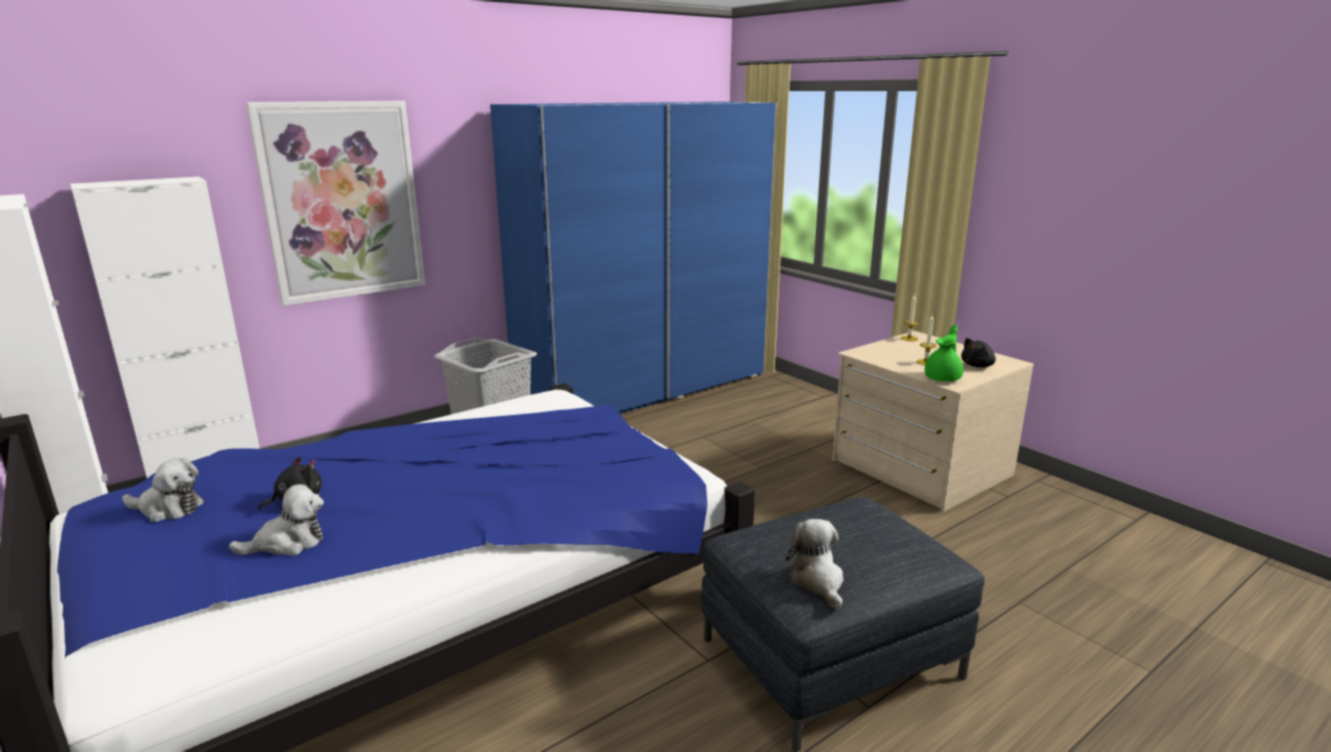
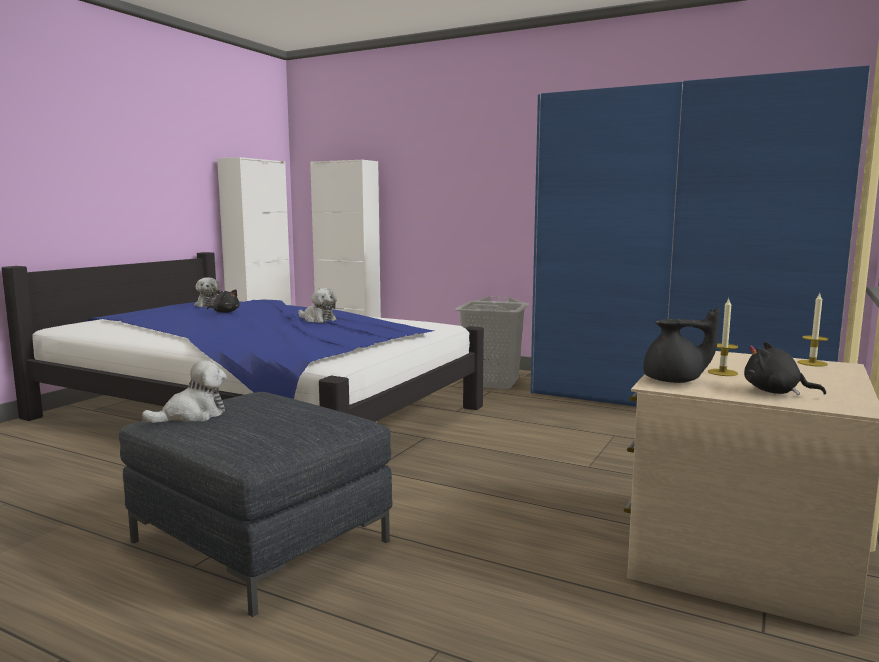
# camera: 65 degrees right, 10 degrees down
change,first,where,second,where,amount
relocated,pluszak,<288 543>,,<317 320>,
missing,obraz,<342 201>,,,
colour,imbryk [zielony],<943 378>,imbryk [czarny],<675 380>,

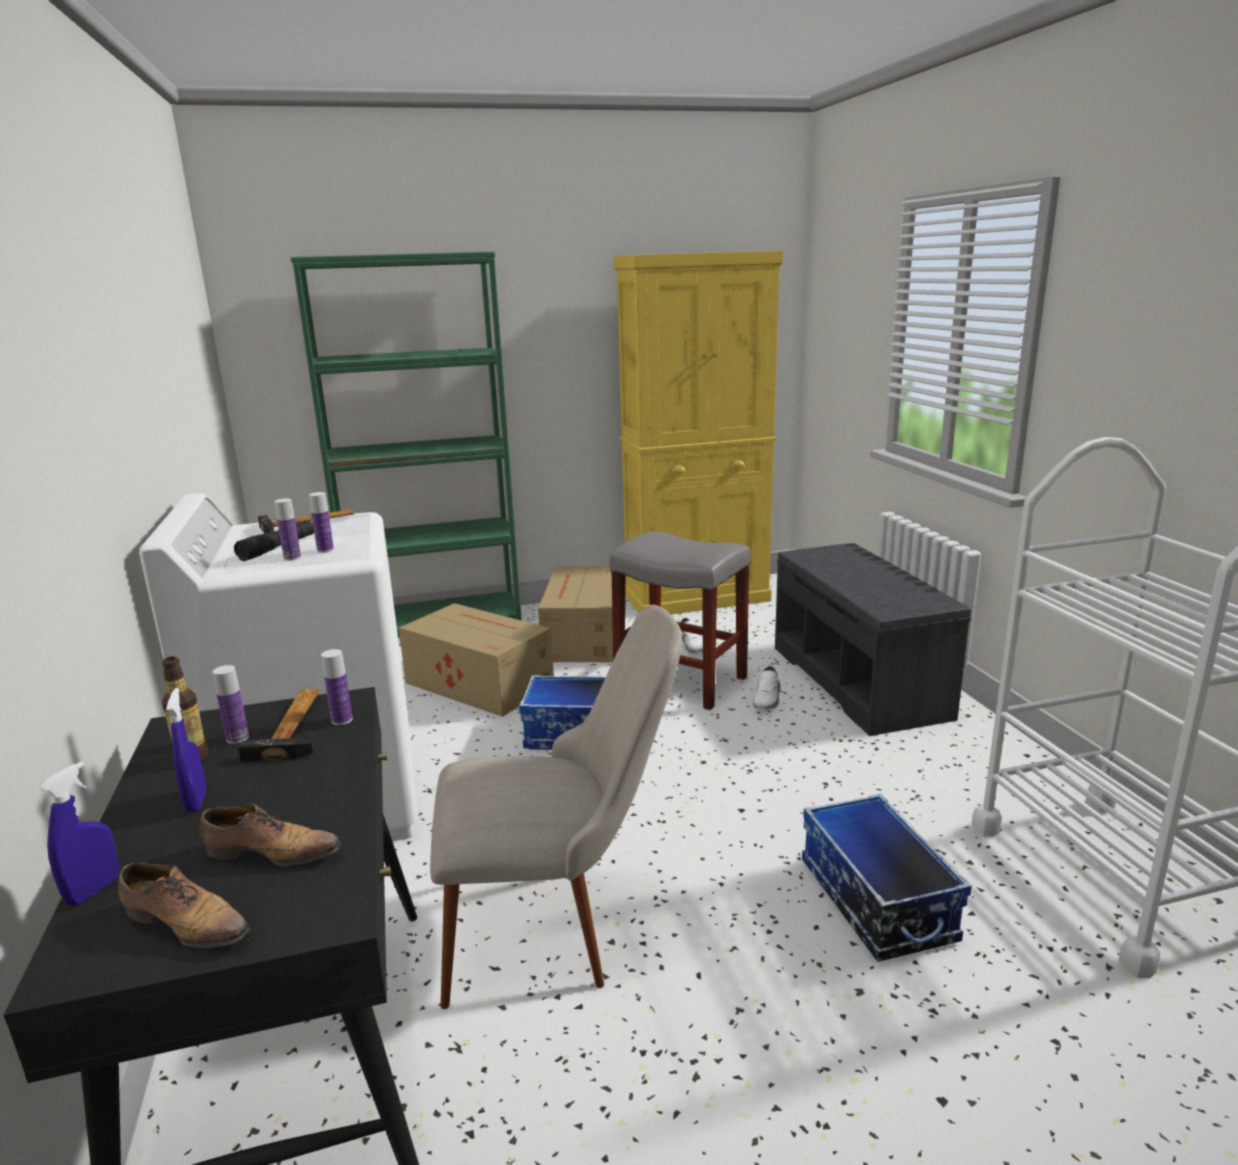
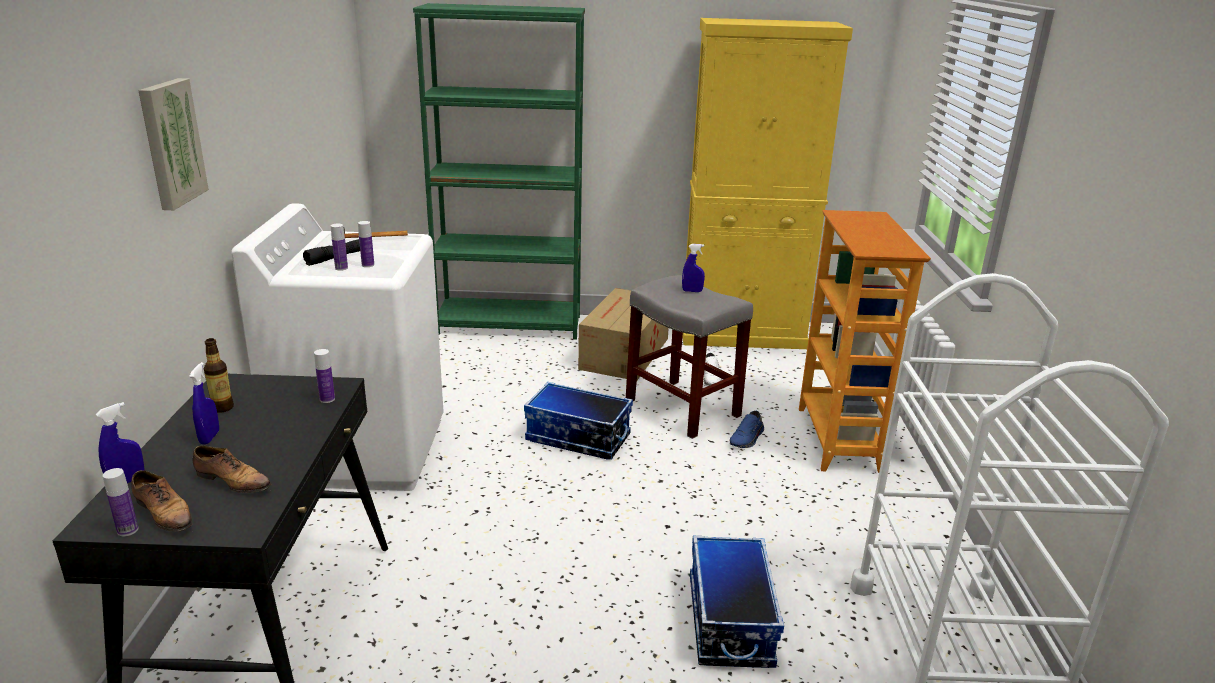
# camera: 15 degrees right, 5 degrees up
change,first,where,second,where,amount
relocated,butelka,<237 738>,,<128 530>,
missing,młotek,<296 727>,,,
missing,karton,<478 683>,,,
missing,krzesło [beżowy],<558 925>,,,
colour,but [biały],<768 699>,but [niebieski],<747 439>,
exchanged,ławka [szary],<860 681>,regał,<839 439>,
appeared,,,obraz,<170 143>,
appeared,,,spryskiwacz [niebieski],<692 291>,

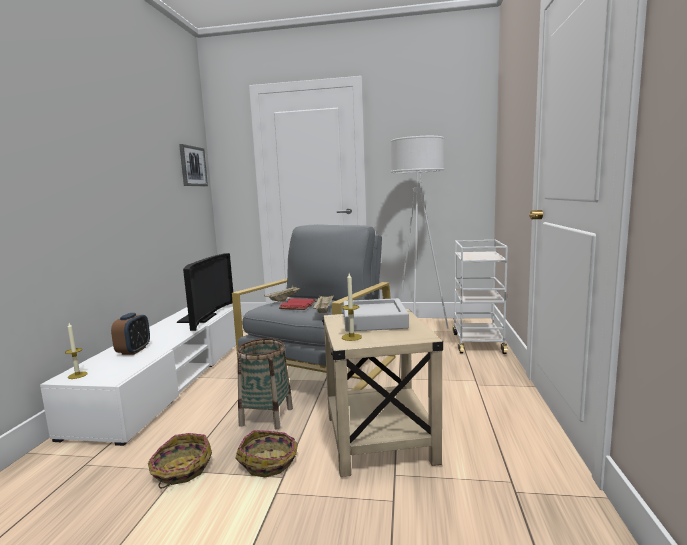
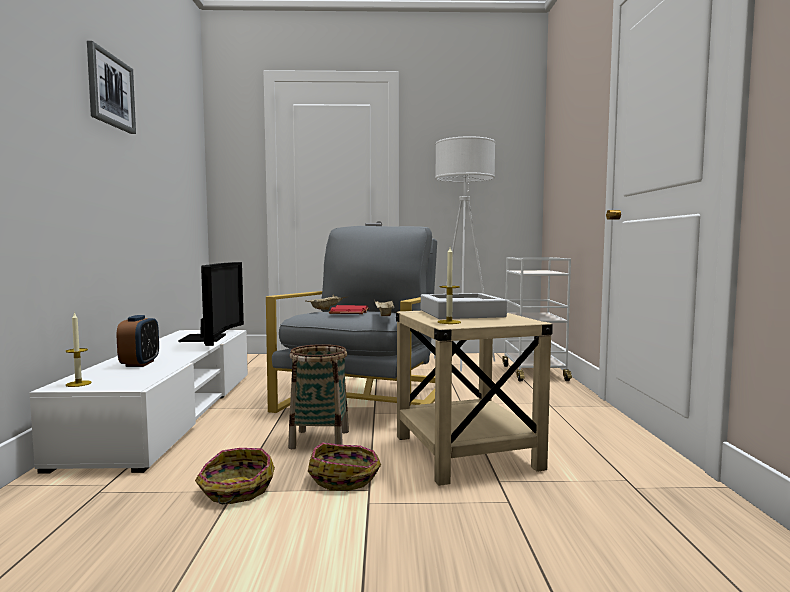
# camera: 10 degrees left, 5 degrees down
change,first,where,second,where,amount
relocated,obraz,<193 166>,,<110 91>,

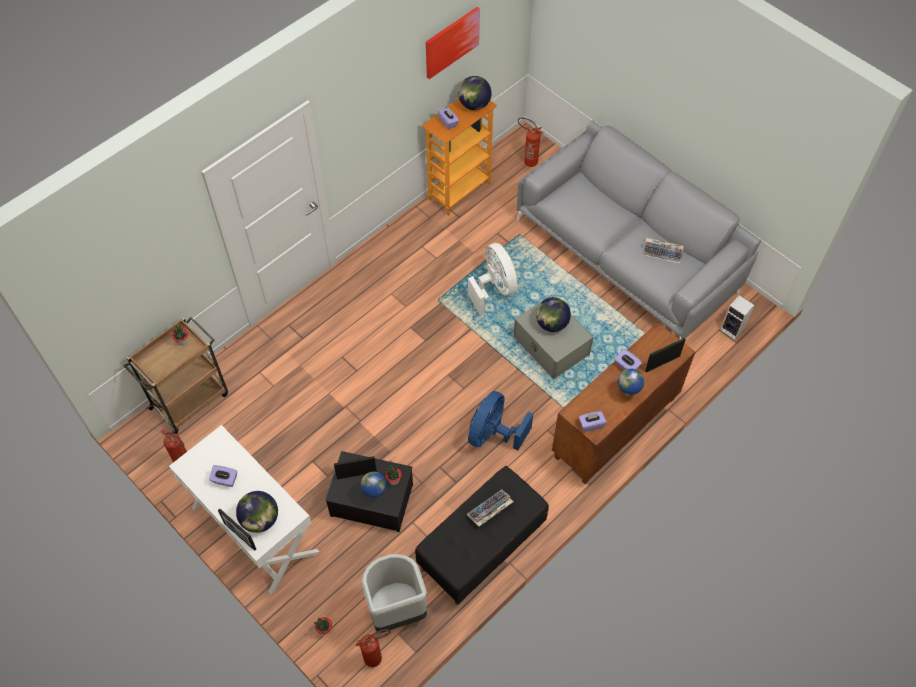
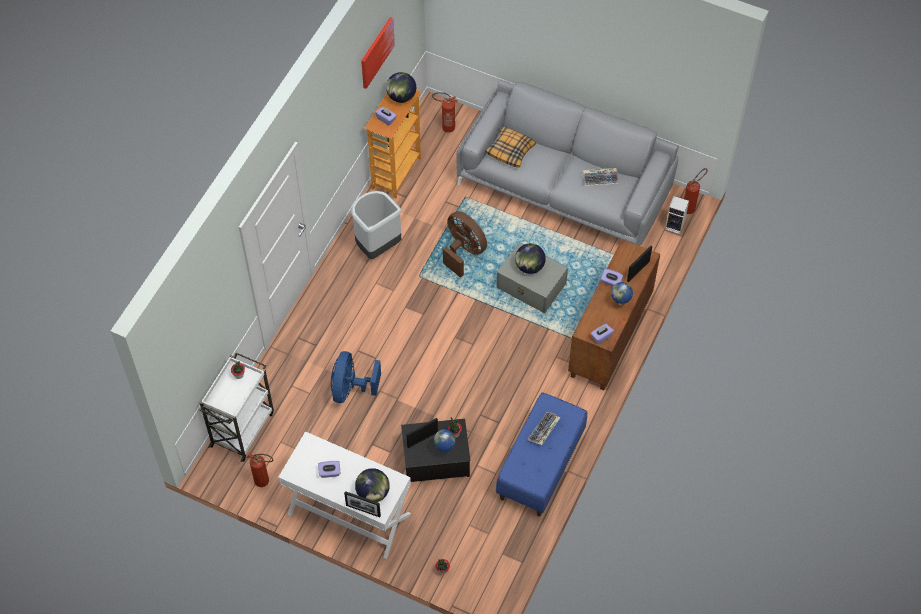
# camera: 20 degrees left, 0 degrees up
change,first,where,second,where,amount
colour,wózek [brązowy],<190 400>,wózek [biały],<243 428>,
relocated,gaśnica,<377 657>,,<691 207>,
relocated,kosz na śmieci [szary],<396 610>,,<377 246>,
colour,ławka [czarny],<481 547>,ławka [niebieski],<541 466>,
colour,wentylator [biały],<494 289>,wentylator [brązowy],<463 251>,
relocated,wentylator [niebieski],<493 434>,,<351 389>,
appeared,,,poduszka,<510 150>,

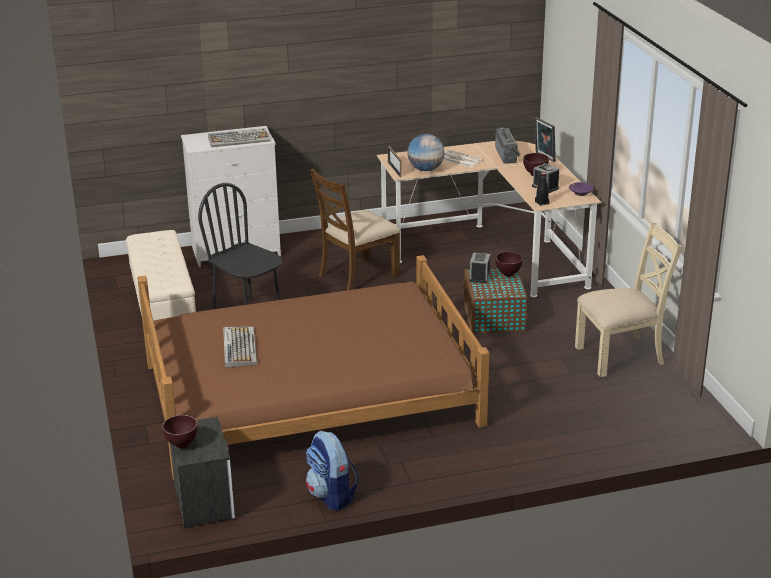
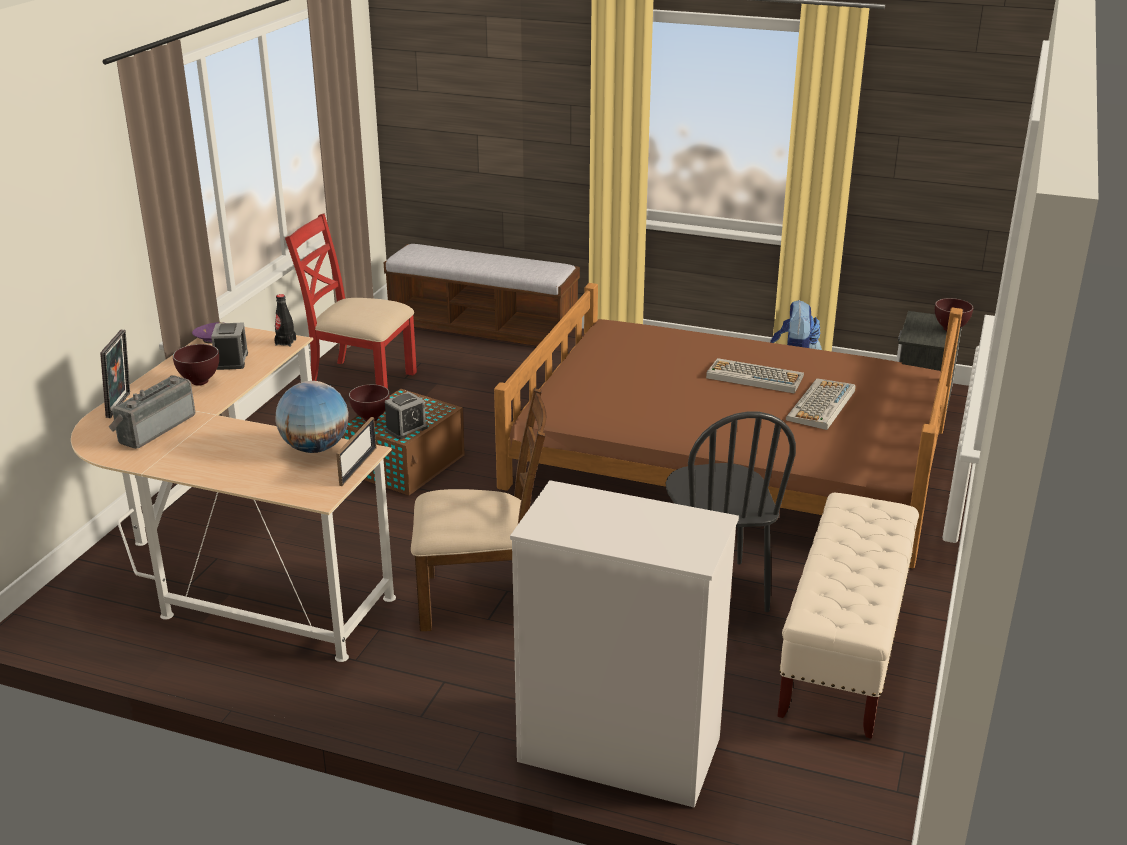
# camera: 145 degrees left, 0 degrees up
change,first,where,second,where,amount
relocated,klawiatura,<239 139>,,<753 377>,
missing,gazeta,<459 159>,,,
colour,krzesło [beżowy],<620 355>,krzesło [czerwony],<360 381>,
appeared,,,ławka,<483 327>,

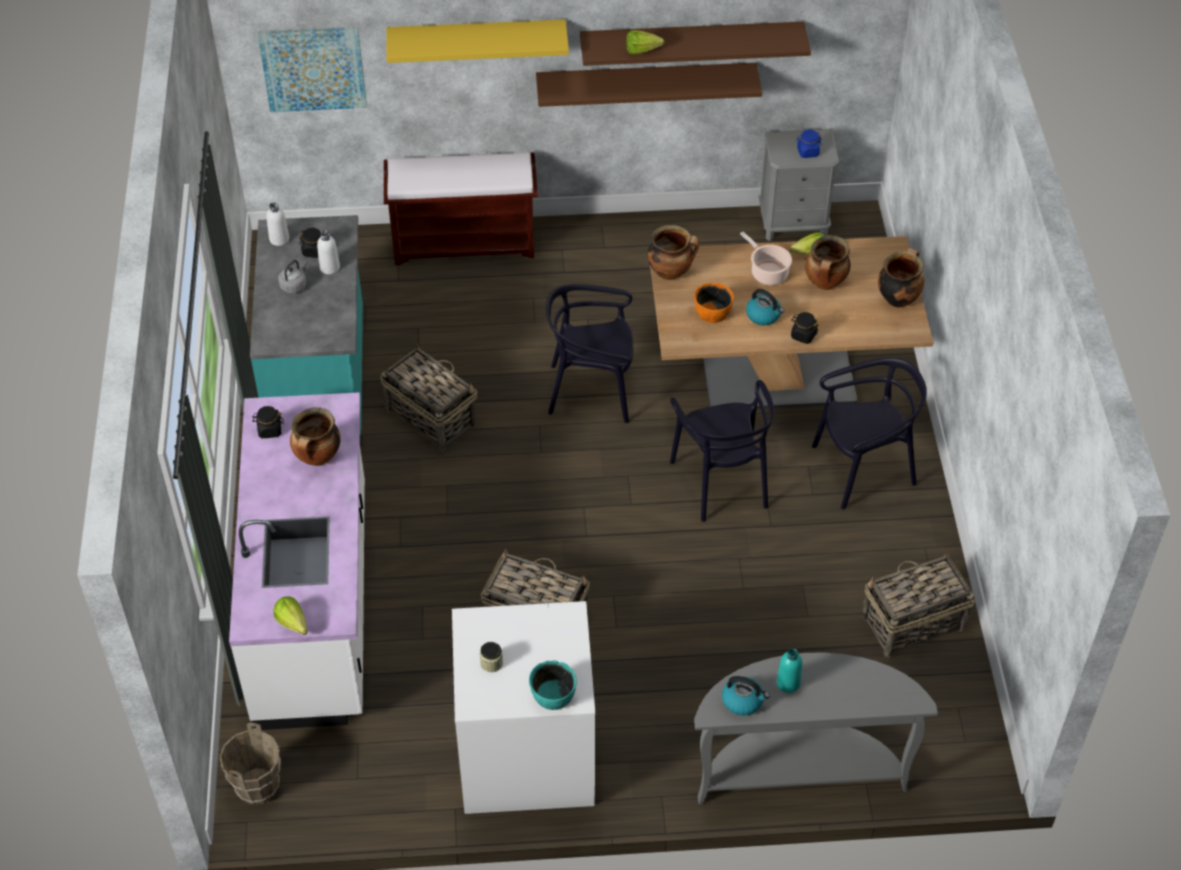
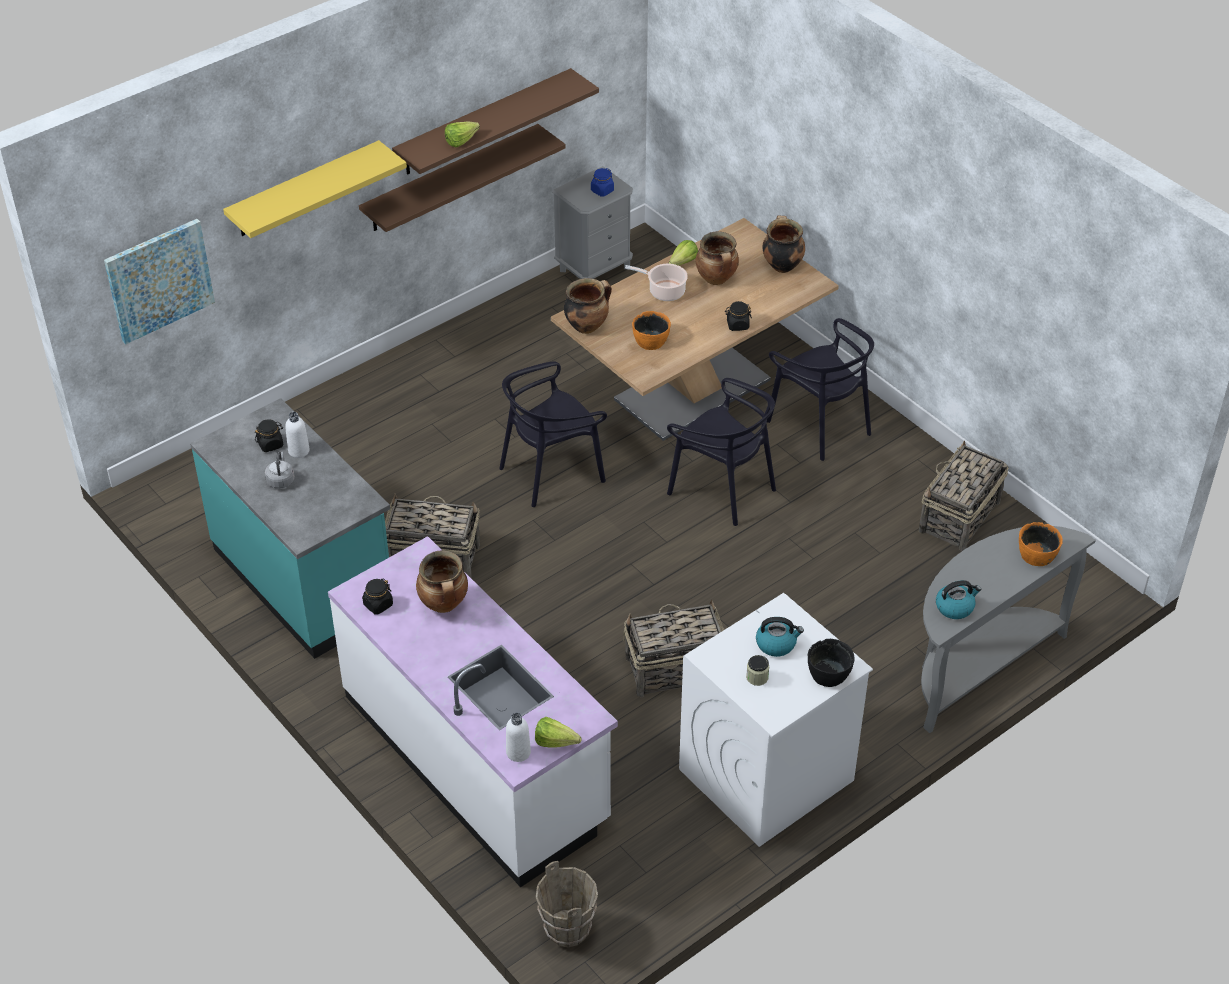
# camera: 35 degrees left, 5 degrees down
change,first,where,second,where,amount
relocated,butelka [biały],<279 239>,,<518 752>,
missing,ławka [brązowy],<465 243>,,,
colour,miska [turkusowy],<553 696>,miska [czarny],<829 674>,
relocated,czajnik,<764 315>,,<776 644>,
missing,butelka [turkusowy],<788 683>,,,
spun,krzesło [czarny],<863 469>,,<820 425>,105 degrees clockwise
appeared,,,miska [pomarańczowy],<1037 555>,

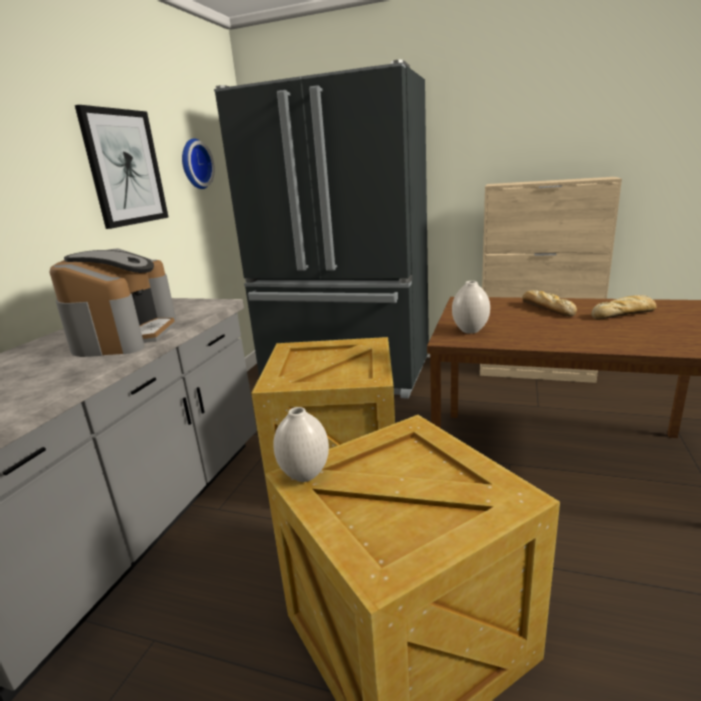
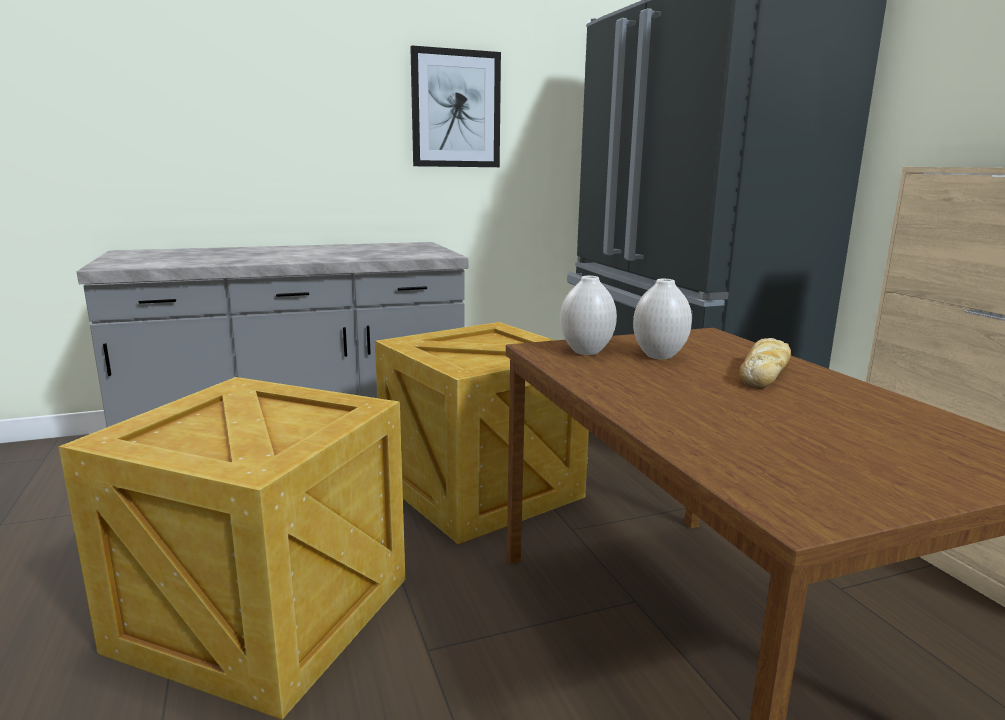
# camera: 50 degrees right, 5 degrees down
change,first,where,second,where,amount
missing,ekspres do kawy,<125 335>,,,
missing,zegar ścienny,<194 164>,,,
relocated,wazon [biały],<304 474>,,<659 356>,
missing,chleb,<624 314>,,,

